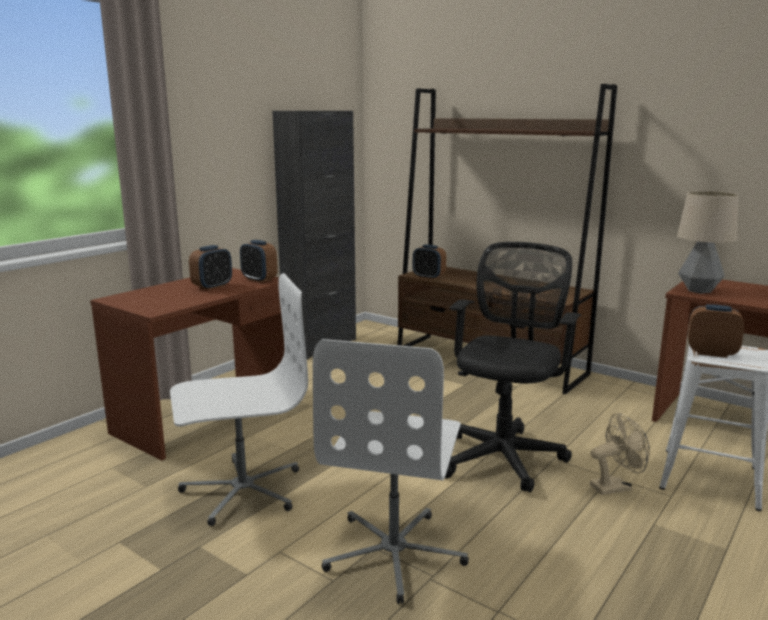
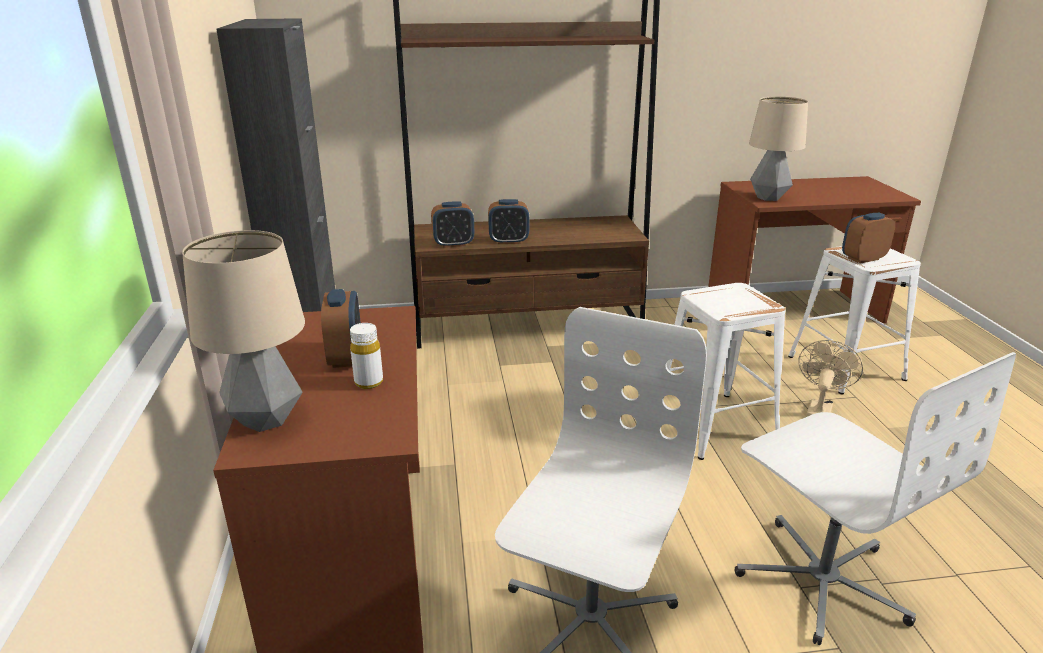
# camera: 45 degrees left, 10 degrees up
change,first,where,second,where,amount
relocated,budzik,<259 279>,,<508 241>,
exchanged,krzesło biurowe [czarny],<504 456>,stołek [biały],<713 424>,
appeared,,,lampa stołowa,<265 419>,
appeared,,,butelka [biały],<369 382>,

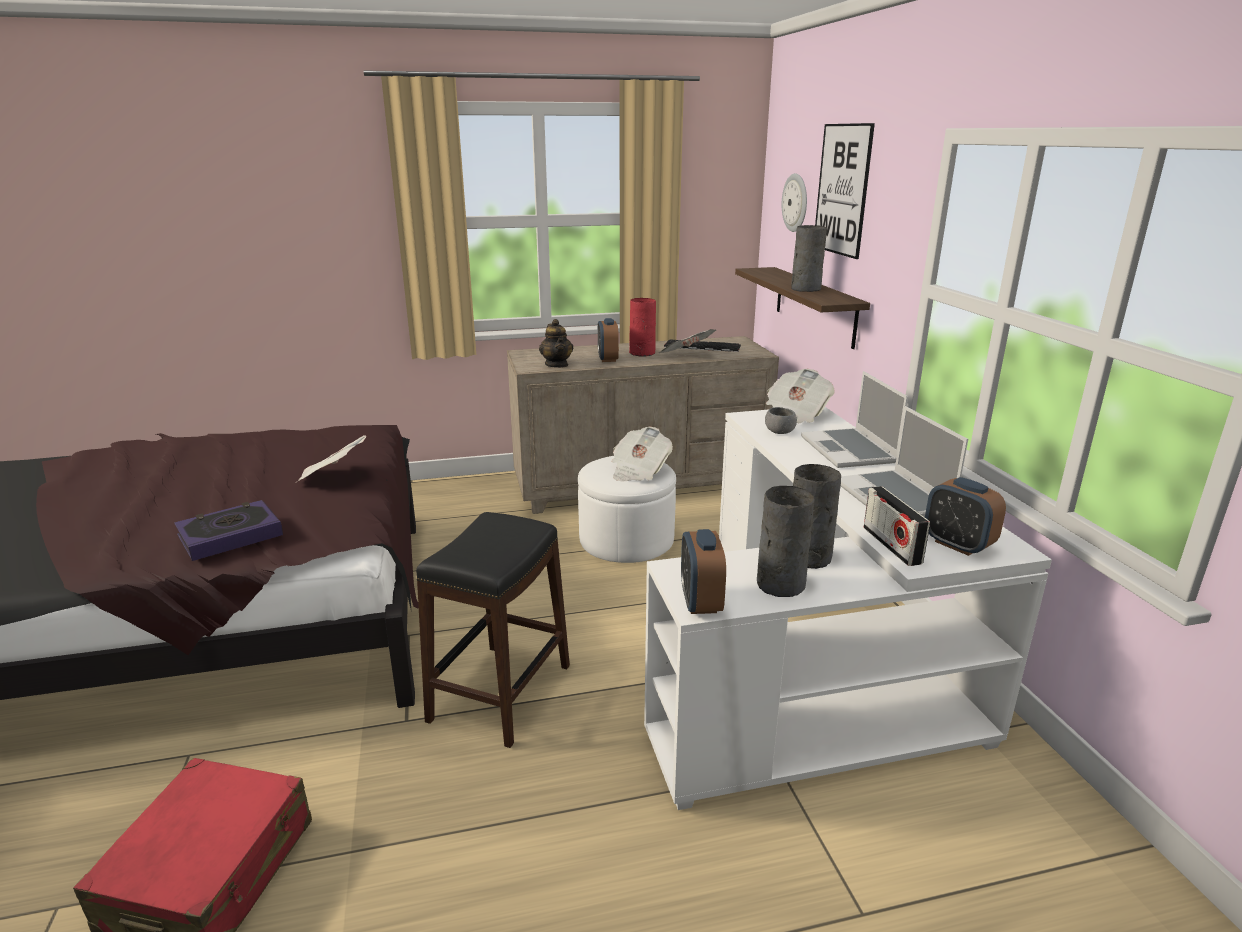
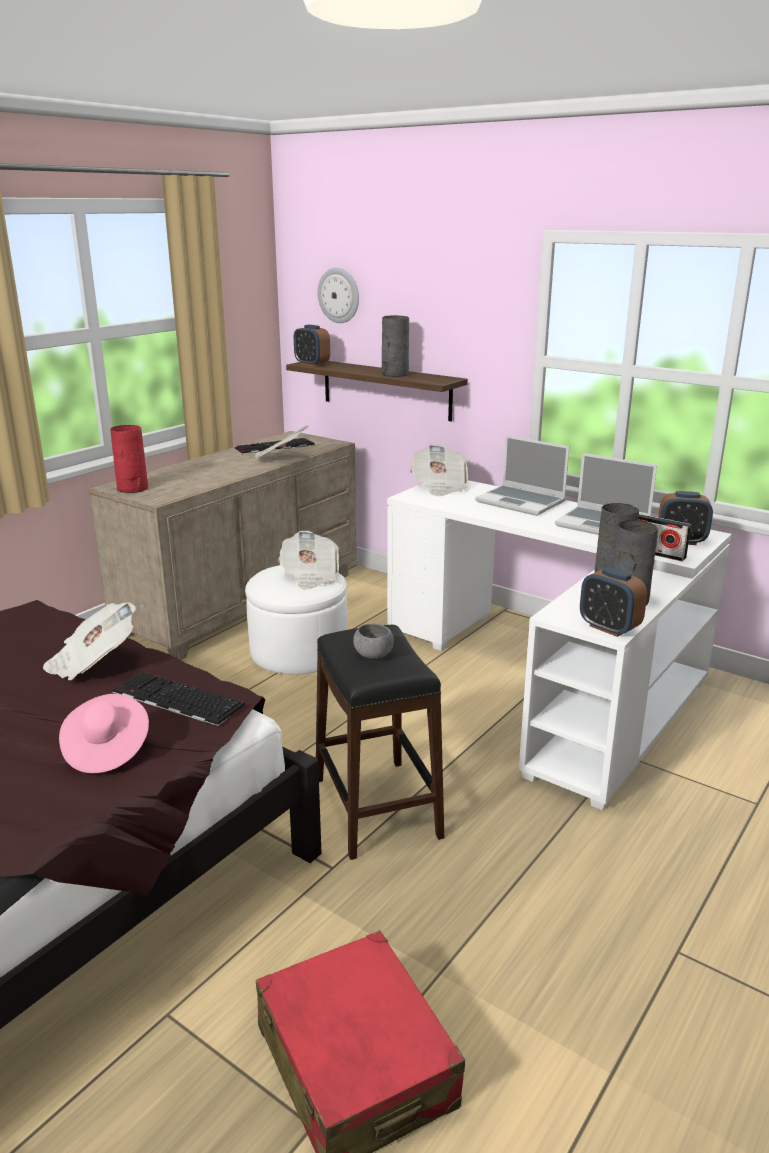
# camera: 40 degrees left, 0 degrees up
change,first,where,second,where,amount
exchanged,książka,<230 536>,kapelusz [różowy],<106 750>,
missing,imbryk,<557 365>,,,
relocated,budzik,<607 359>,,<312 364>,
relocated,wazon [czerwony],<641 353>,,<132 489>,
relocated,miska [szary],<779 432>,,<374 655>,
missing,obraz,<842 190>,,,
appeared,,,klawiatura,<175 699>,

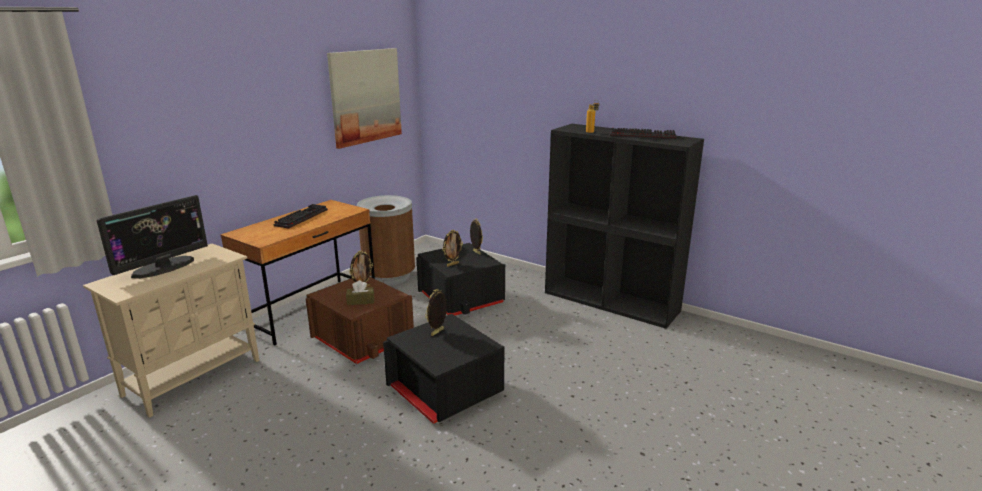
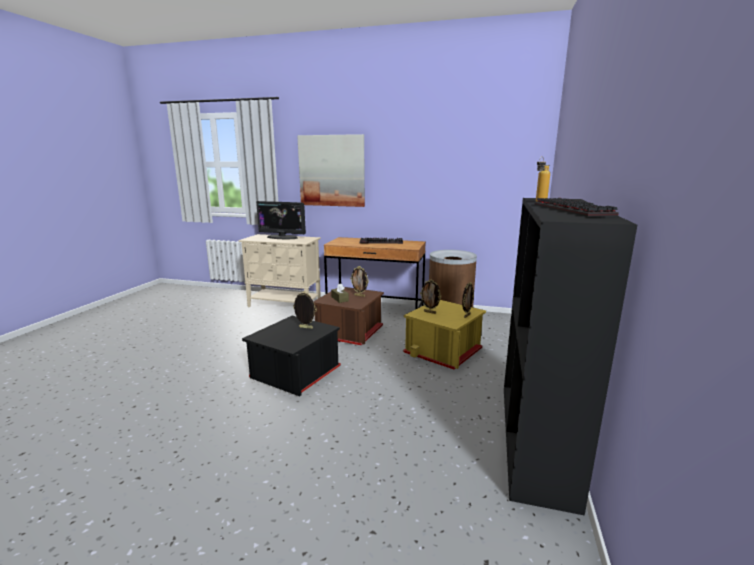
# camera: 70 degrees right, 5 degrees down
change,first,where,second,where,amount
relocated,obraz,<365 96>,,<332 171>,
colour,pojemnik do przechowywania [czarny],<461 298>,pojemnik do przechowywania [żółty],<444 351>,

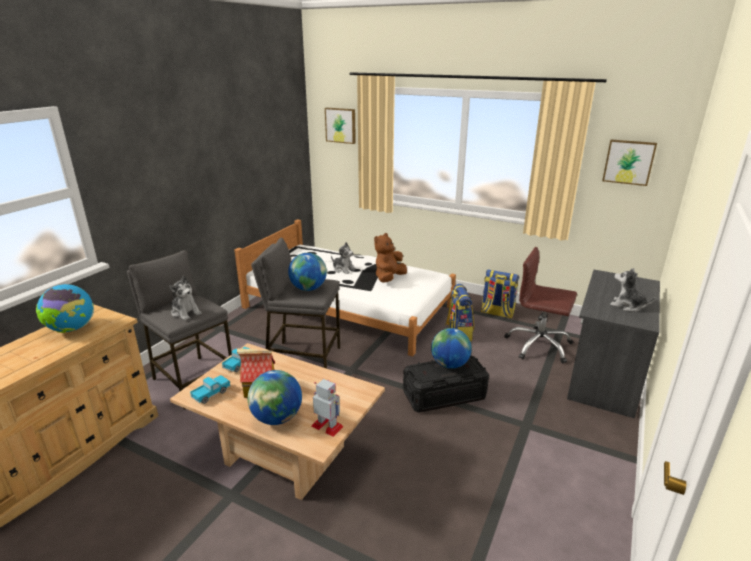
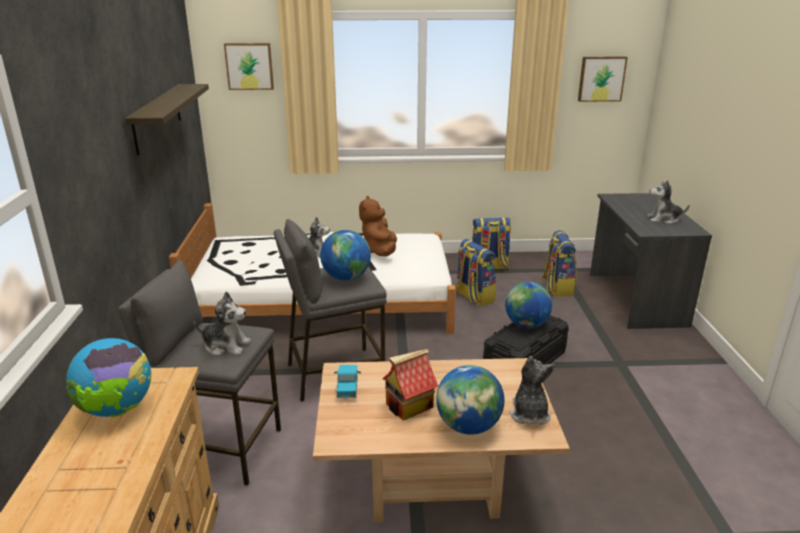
# camera: 30 degrees left, 0 degrees up
change,first,where,second,where,amount
missing,ciężarówka zabawkowa,<211 394>,,,
exchanged,robot zabawkowy,<327 426>,pluszak,<529 414>,
exchanged,krzesło biurowe [brązowy],<538 345>,plecak,<557 287>,
appeared,,,półka,<157 117>,

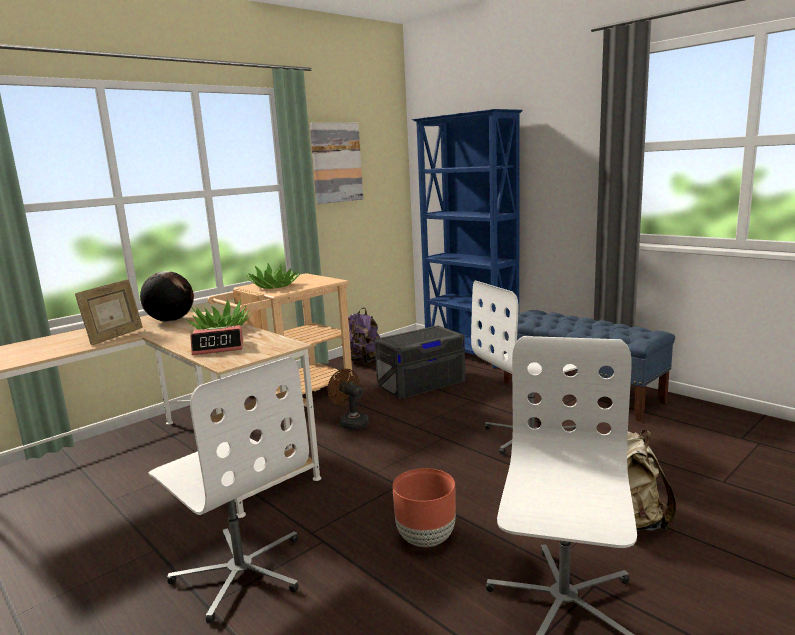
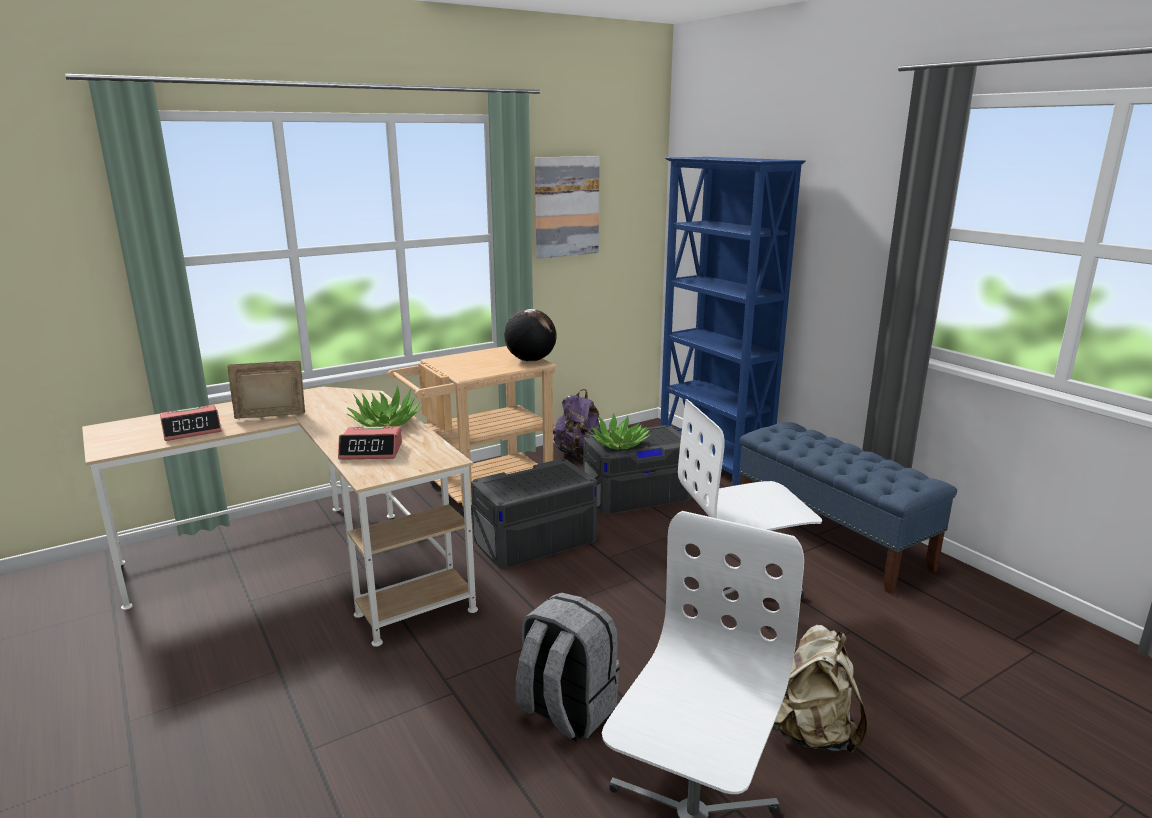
# camera: 10 degrees right, 5 degrees up
change,first,where,second,where,amount
spun,ramka na zdjęcie,<115 337>,,<271 418>,150 degrees counterclockwise
relocated,globus,<170 321>,,<530 360>,
missing,krzesło biurowe [biały],<241 572>,,,
relocated,roślina doniczkowa,<274 286>,,<619 444>,
exchanged,wentylator [brązowy],<351 423>,pojemnik do przechowywania [szary],<535 540>,
exchanged,donica [brązowy],<425 539>,plecak [szary],<565 711>,
appeared,,,budzik,<192 430>,

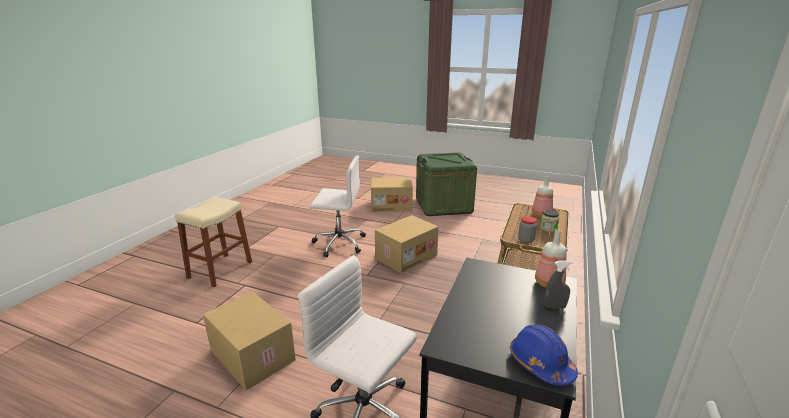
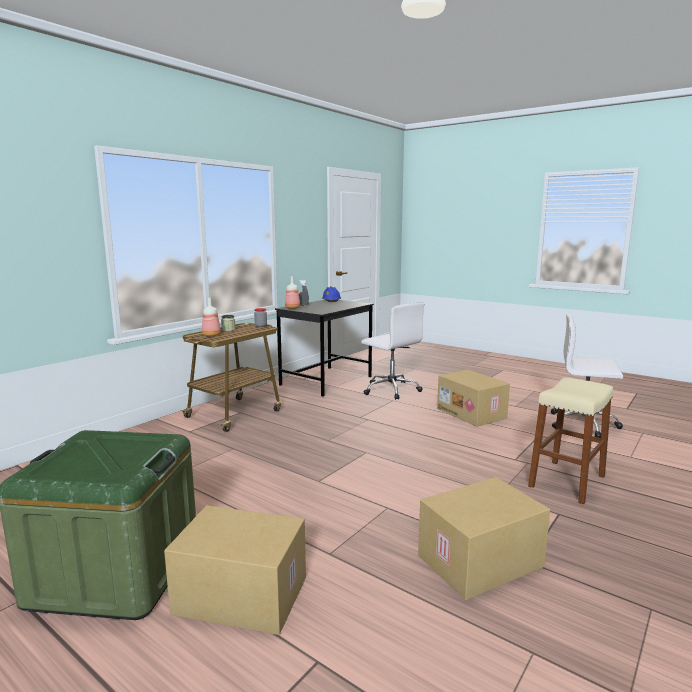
# camera: 165 degrees left, 10 degrees down
change,first,where,second,where,amount
relocated,krzesło biurowe [biały],<338 243>,,<584 424>,
relocated,karton,<406 256>,,<480 562>,

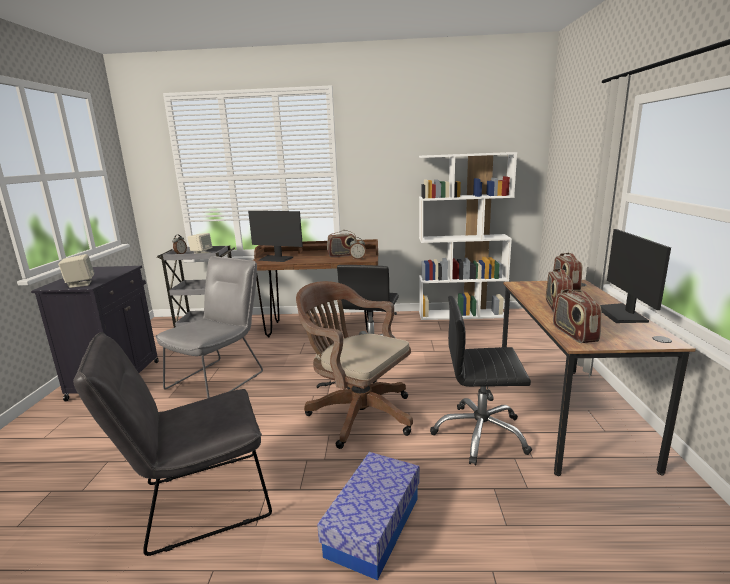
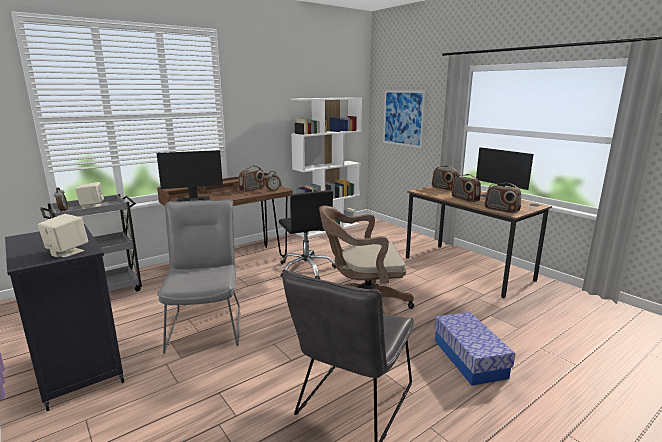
# camera: 40 degrees left, 0 degrees up
change,first,where,second,where,amount
missing,krzesło biurowe [czarny],<480 434>,,,
appeared,,,obraz,<403 118>,

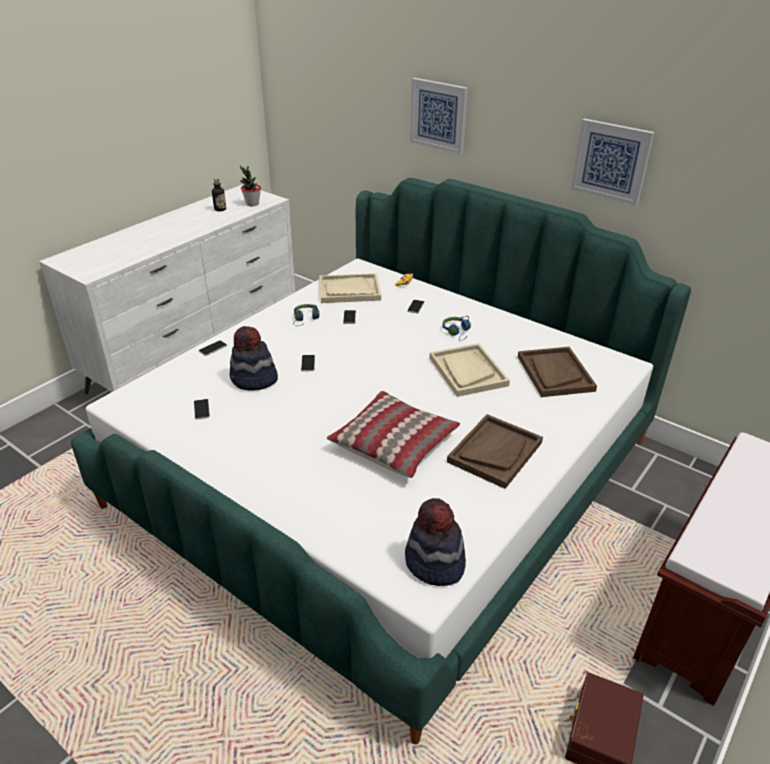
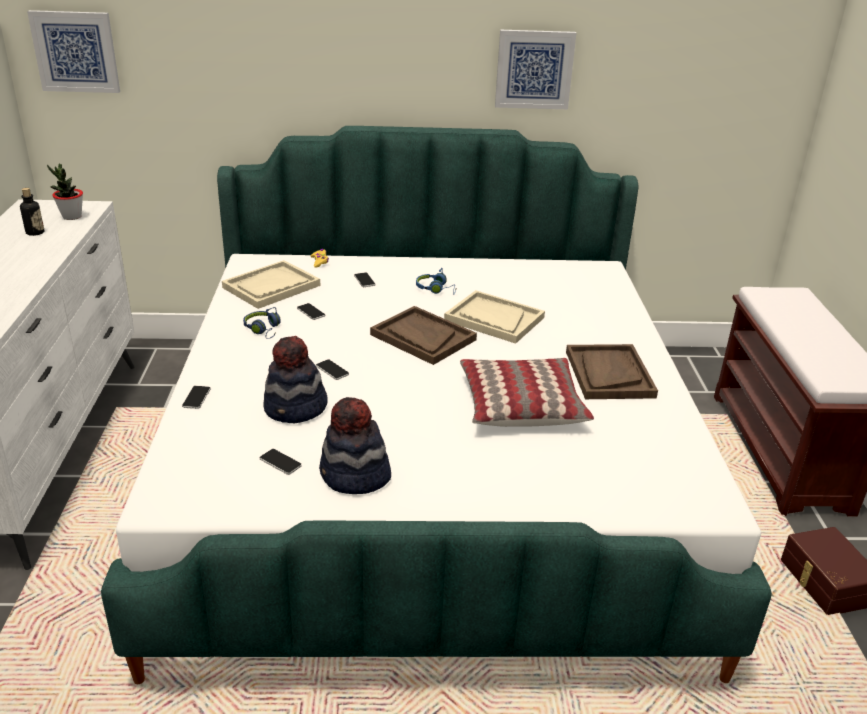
# camera: 40 degrees left, 5 degrees down
change,first,where,second,where,amount
relocated,kapelusz,<434 563>,,<355 476>,
relocated,obraz,<438 115>,,<75 51>,
relocated,taca [brązowy],<555 373>,,<422 337>,

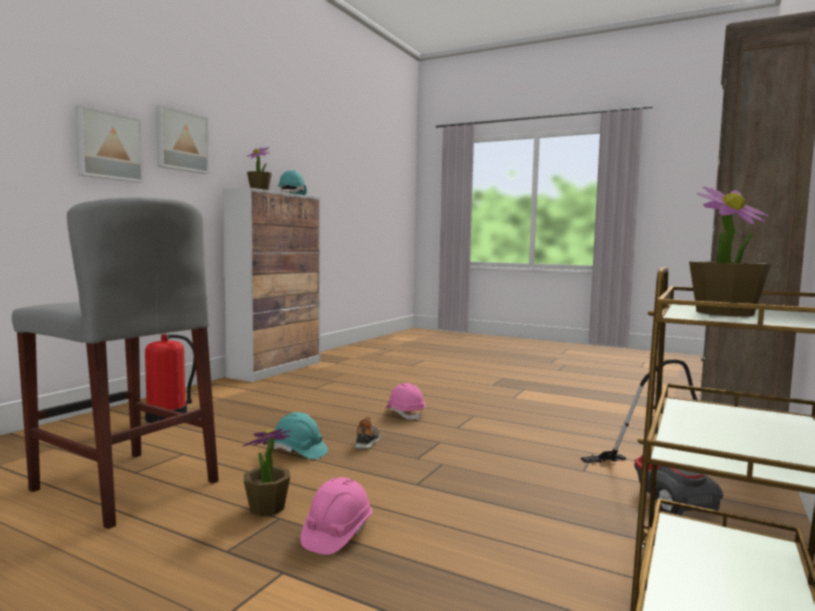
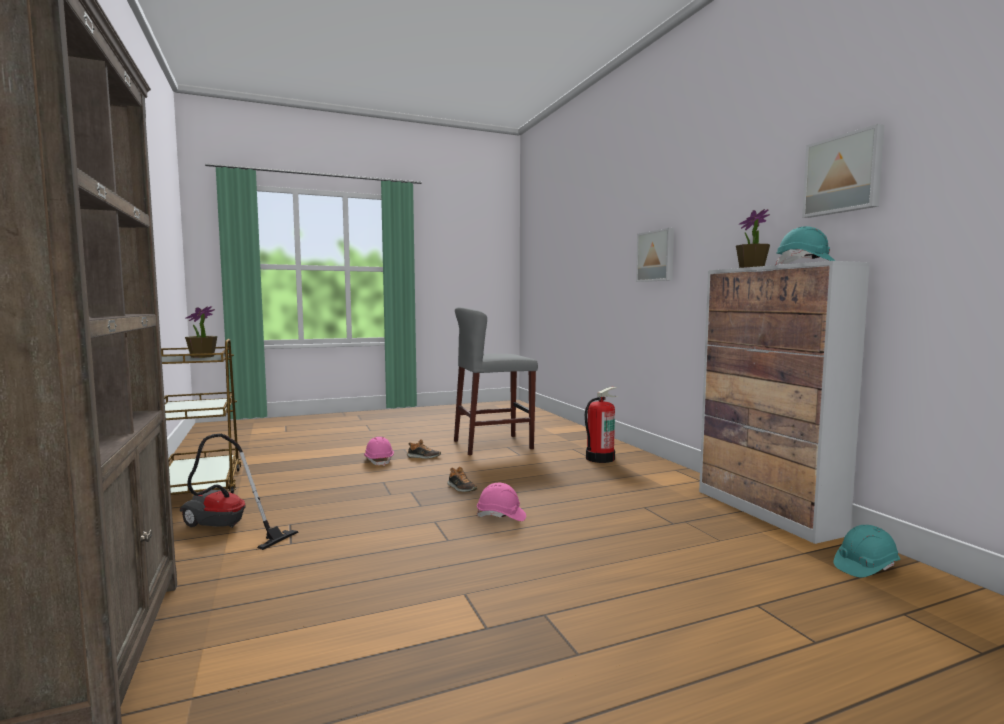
# camera: 130 degrees right, 0 degrees up
change,first,where,second,where,amount
relocated,obraz,<181 141>,,<843 174>,
exchanged,roślina doniczkowa,<267 508>,but,<423 457>,
relocated,kask [turkusowy],<299 451>,,<865 567>,

